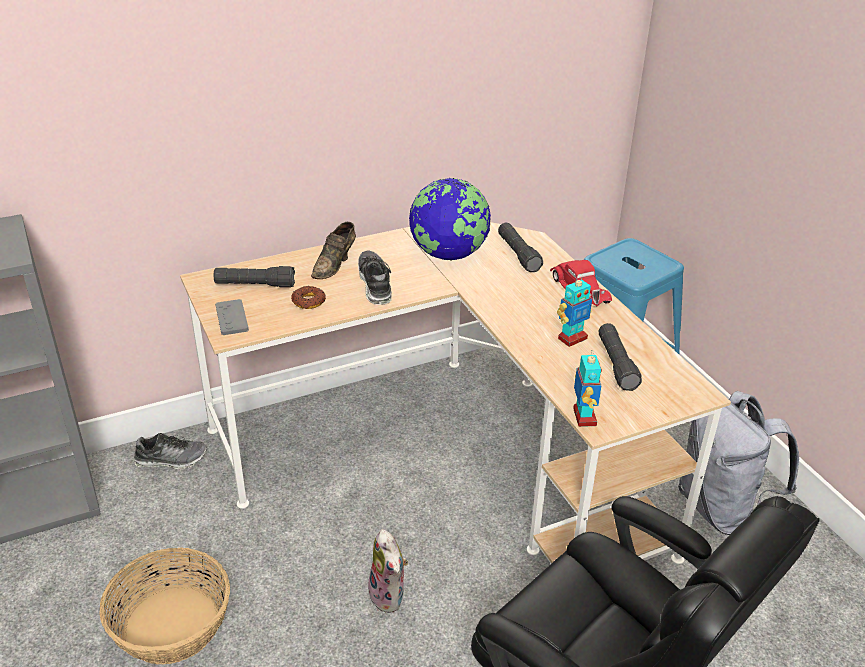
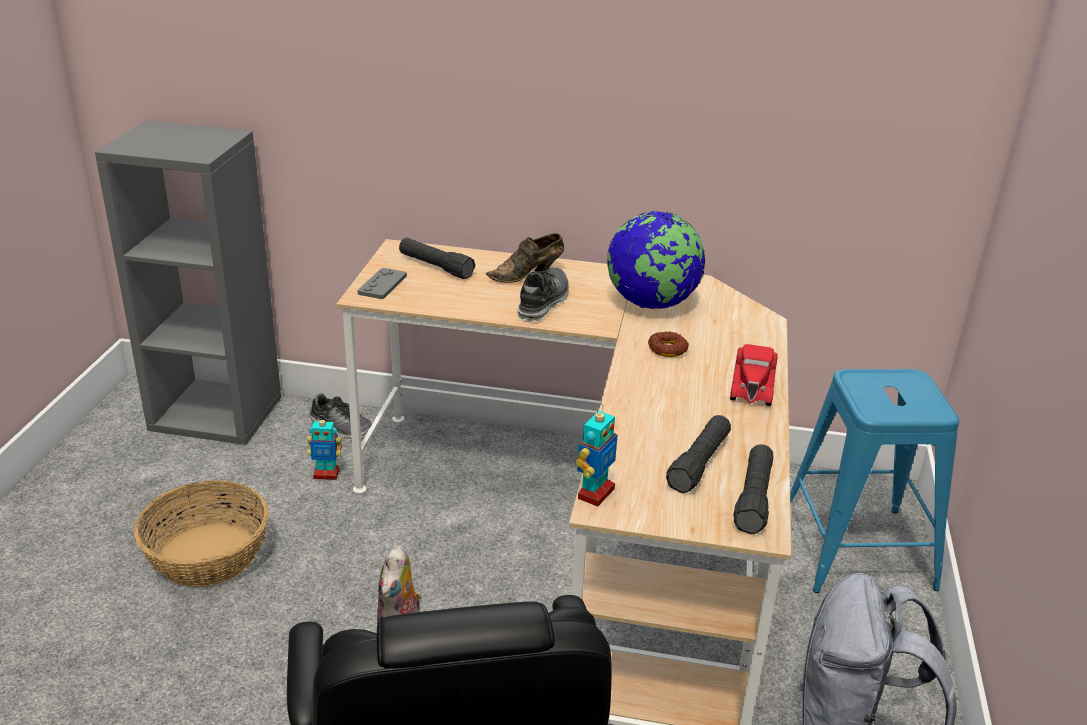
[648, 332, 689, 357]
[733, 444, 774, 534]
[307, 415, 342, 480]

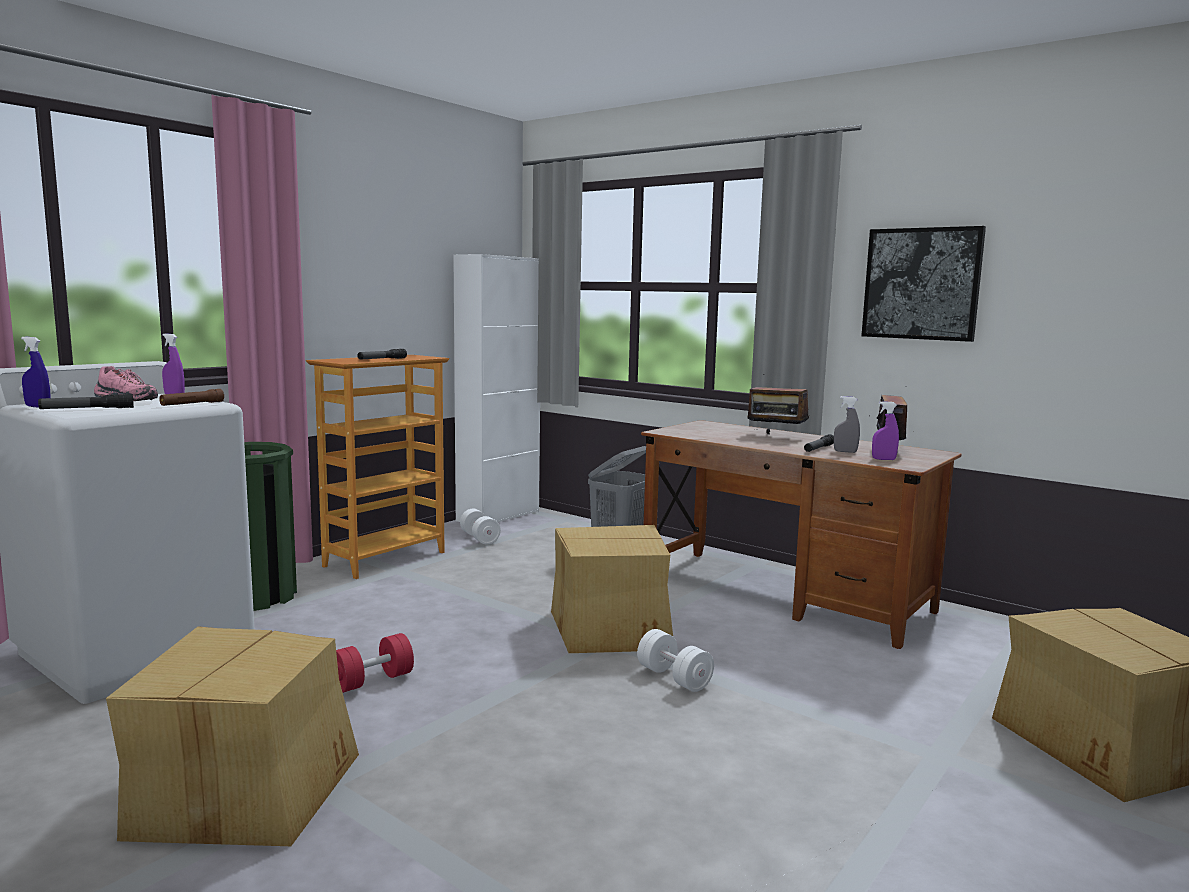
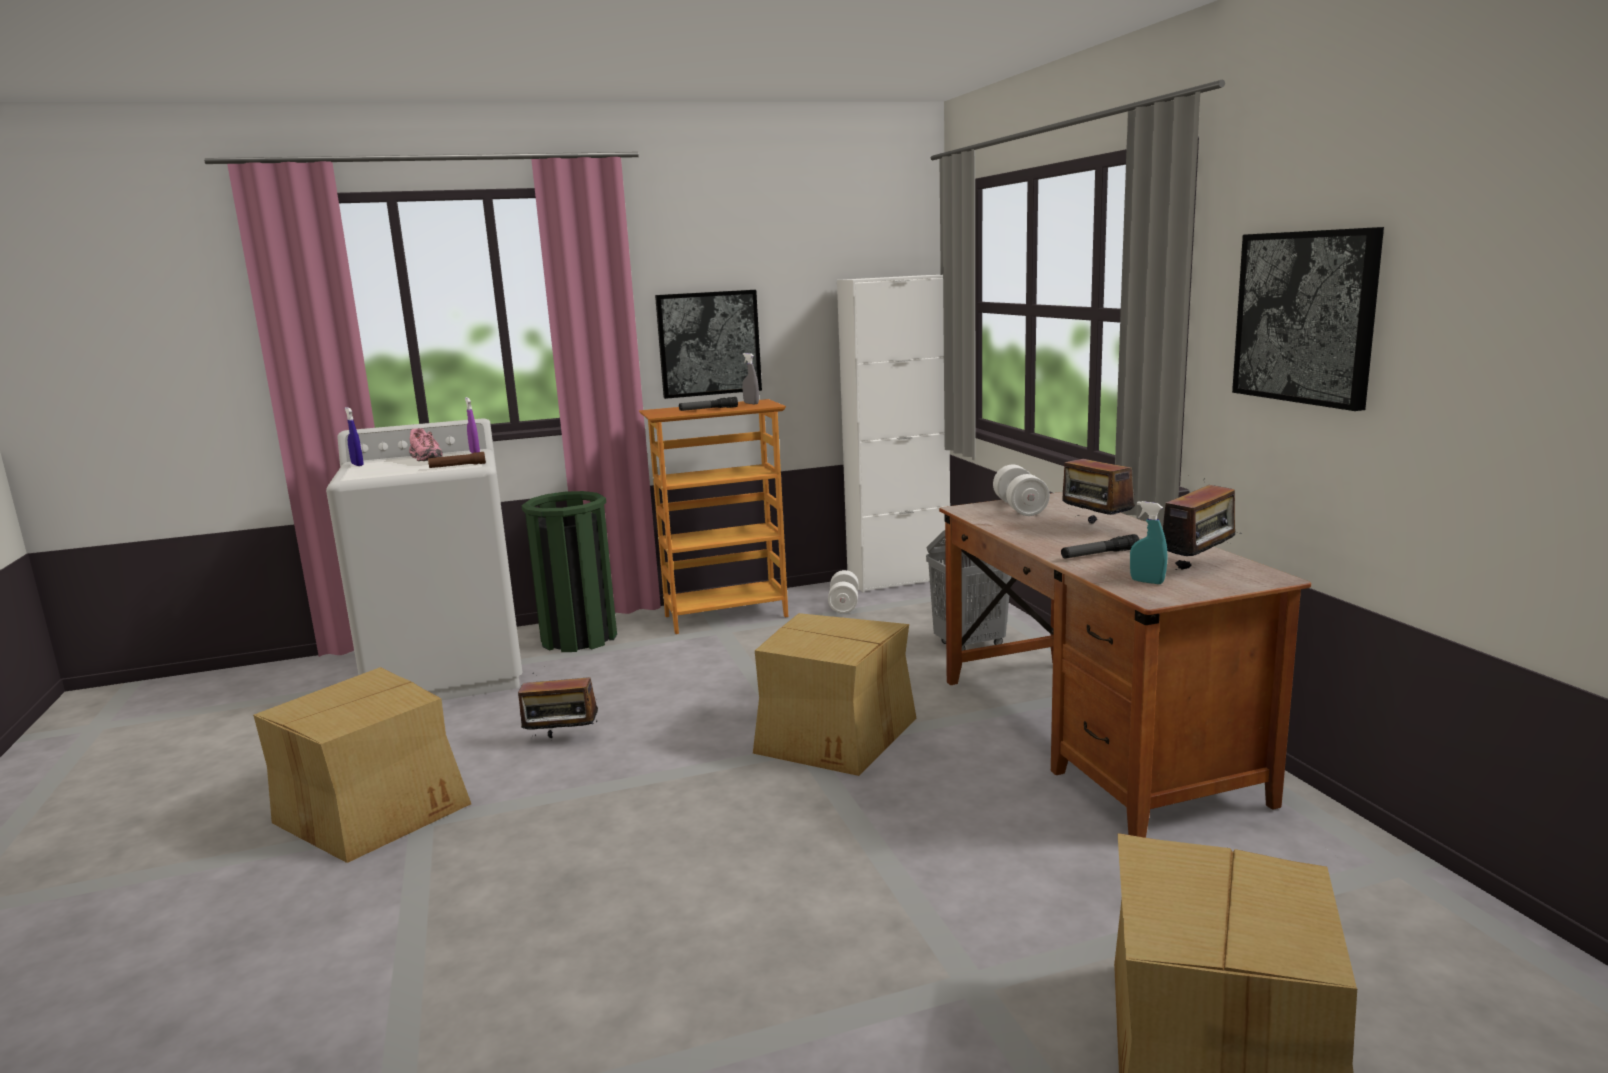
[38, 394, 134, 409] (first image)
[518, 673, 598, 738]
[993, 464, 1050, 516]
[742, 353, 759, 404]
[1130, 501, 1167, 584]
[655, 290, 762, 399]

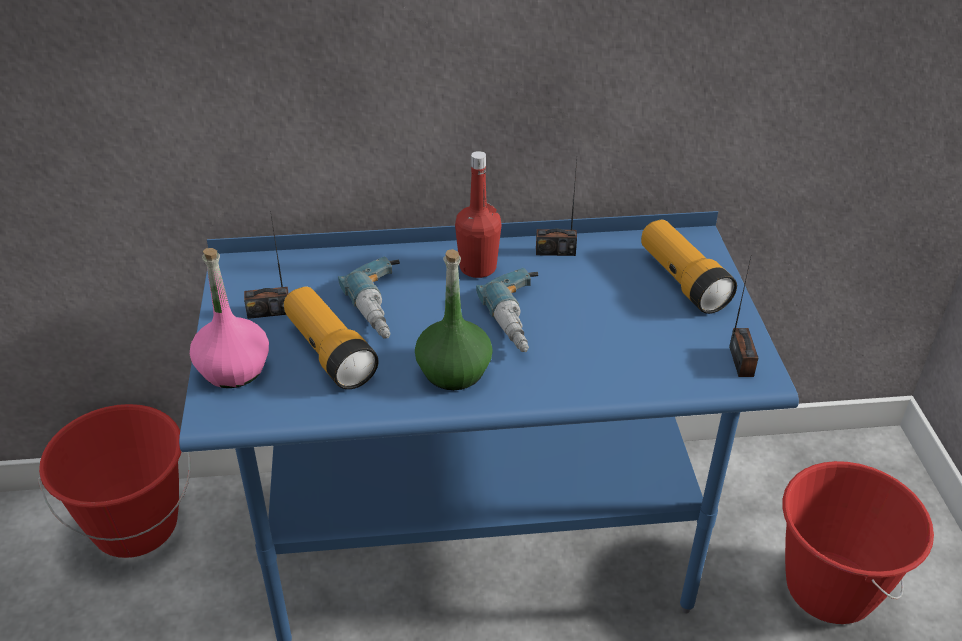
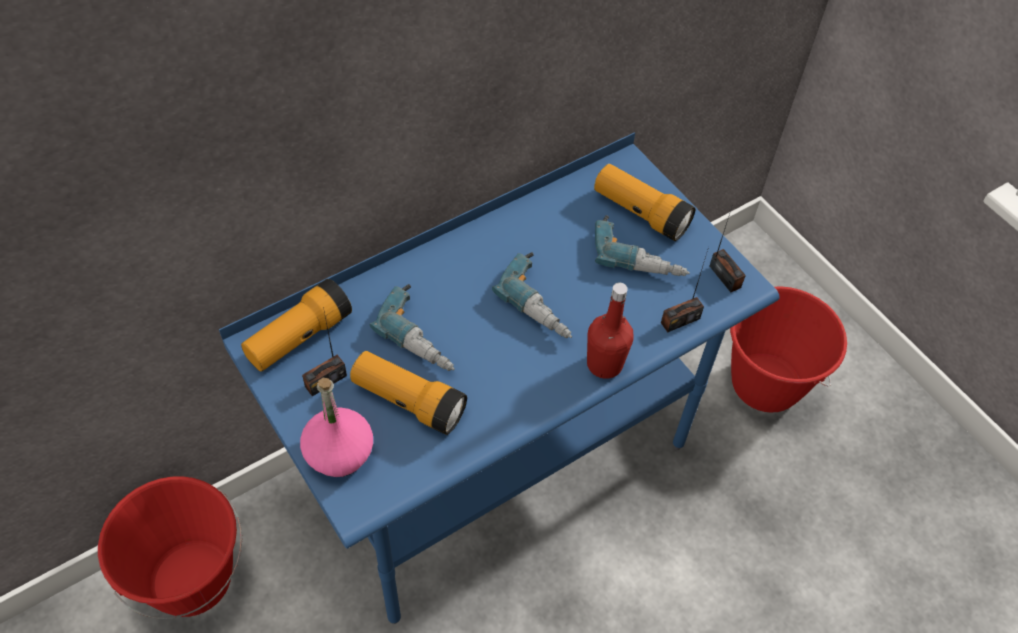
[415, 249, 493, 390] (first image)
[587, 283, 634, 379]
[661, 247, 709, 332]
[241, 279, 352, 371]
[595, 215, 690, 276]

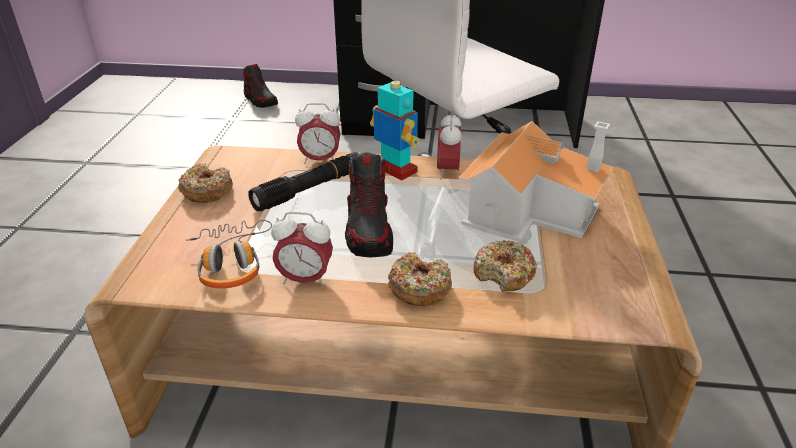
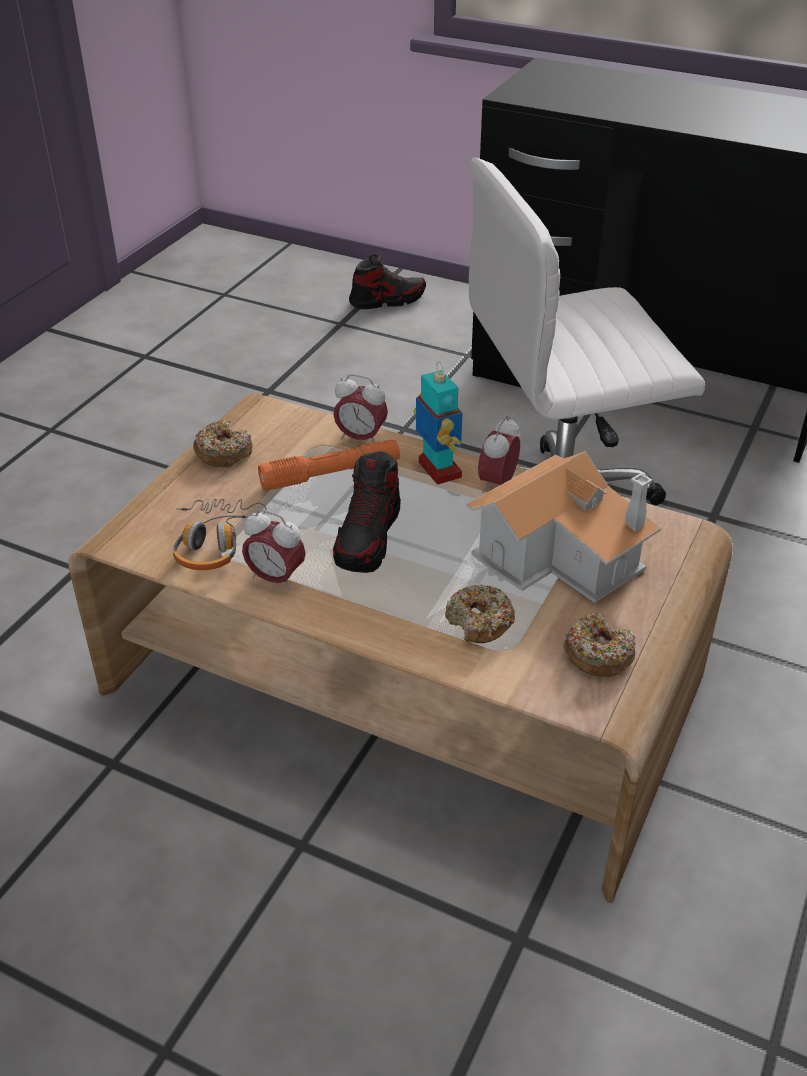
[349, 254, 426, 309]
[258, 439, 400, 490]
[563, 613, 636, 677]

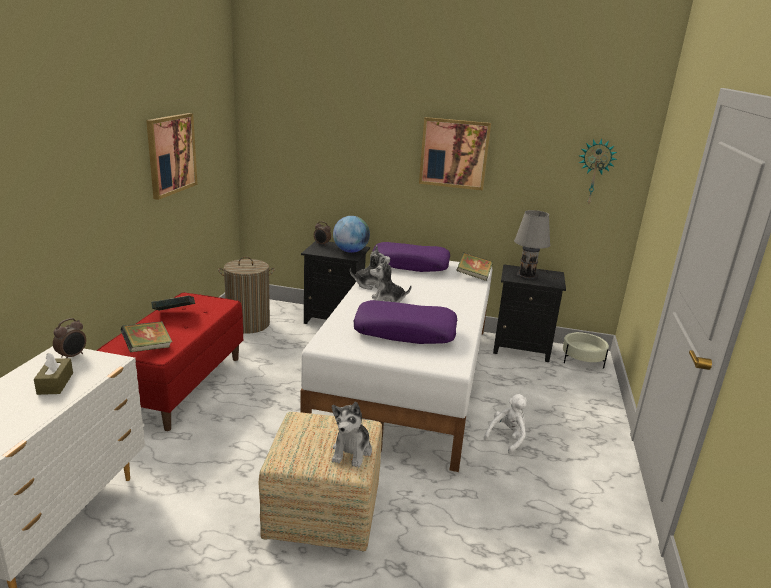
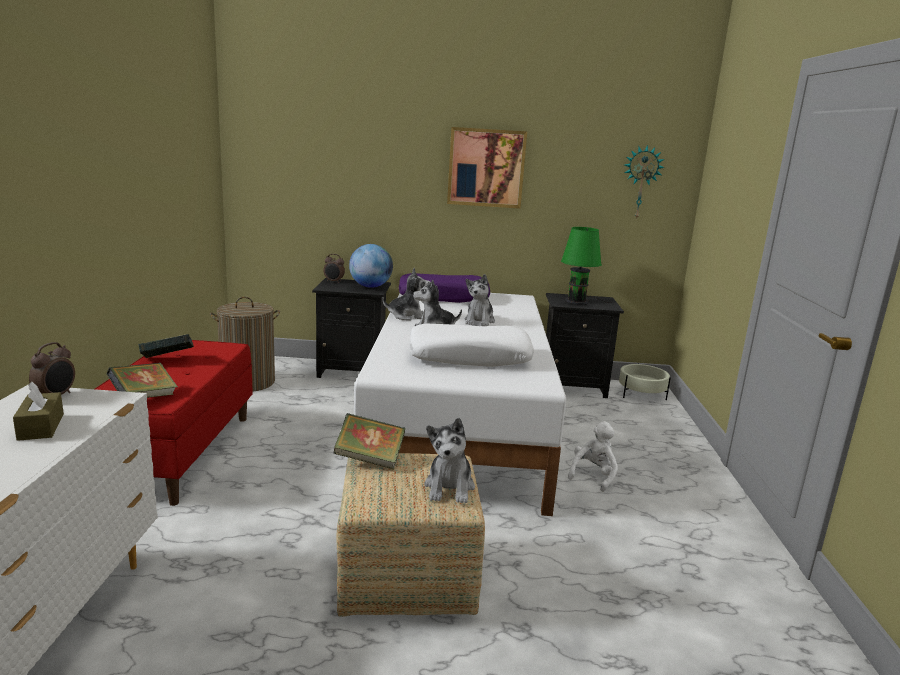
[146, 113, 198, 200] (first image)
[410, 323, 534, 367]
[334, 413, 405, 470]
[561, 227, 612, 304]
[464, 274, 495, 326]

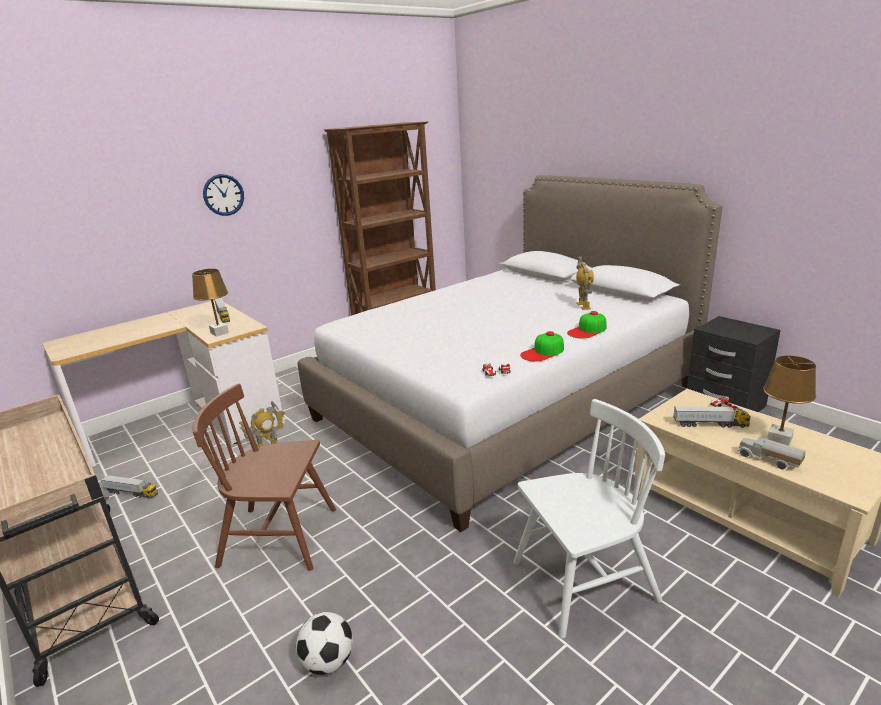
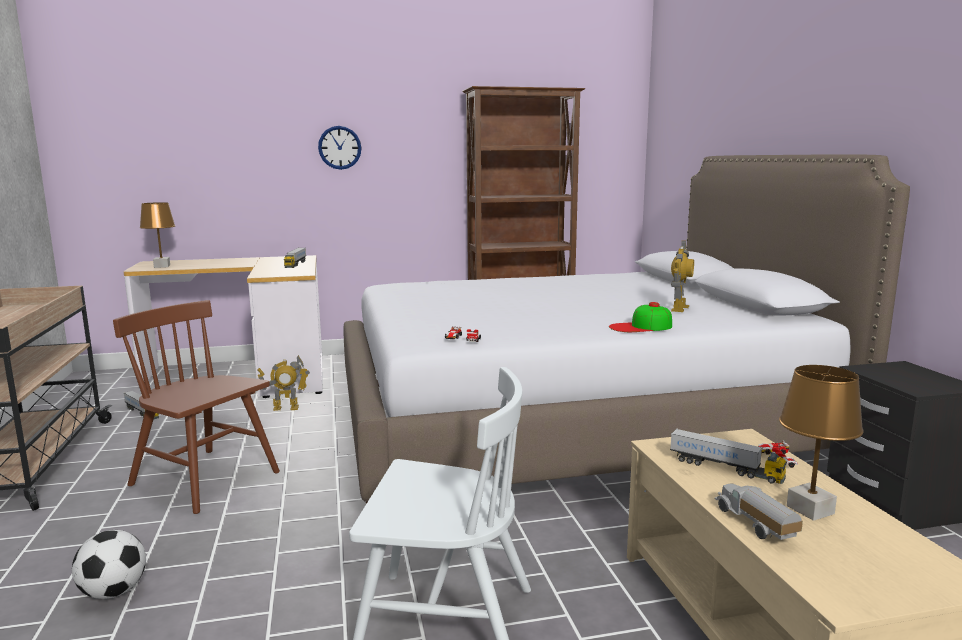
[140, 202, 175, 268]
[520, 331, 564, 362] (first image)

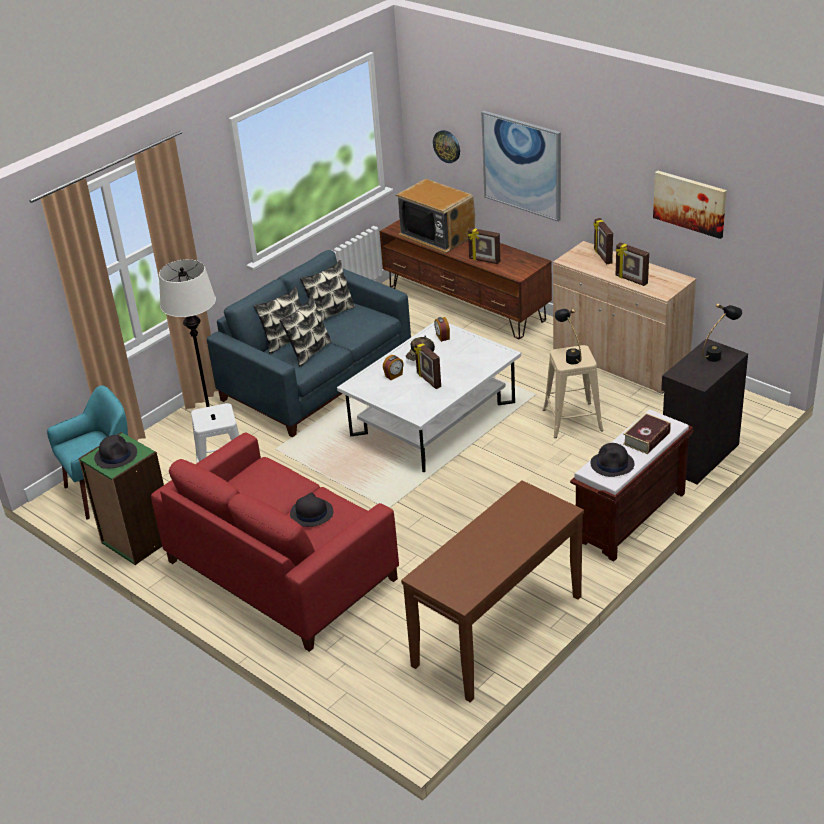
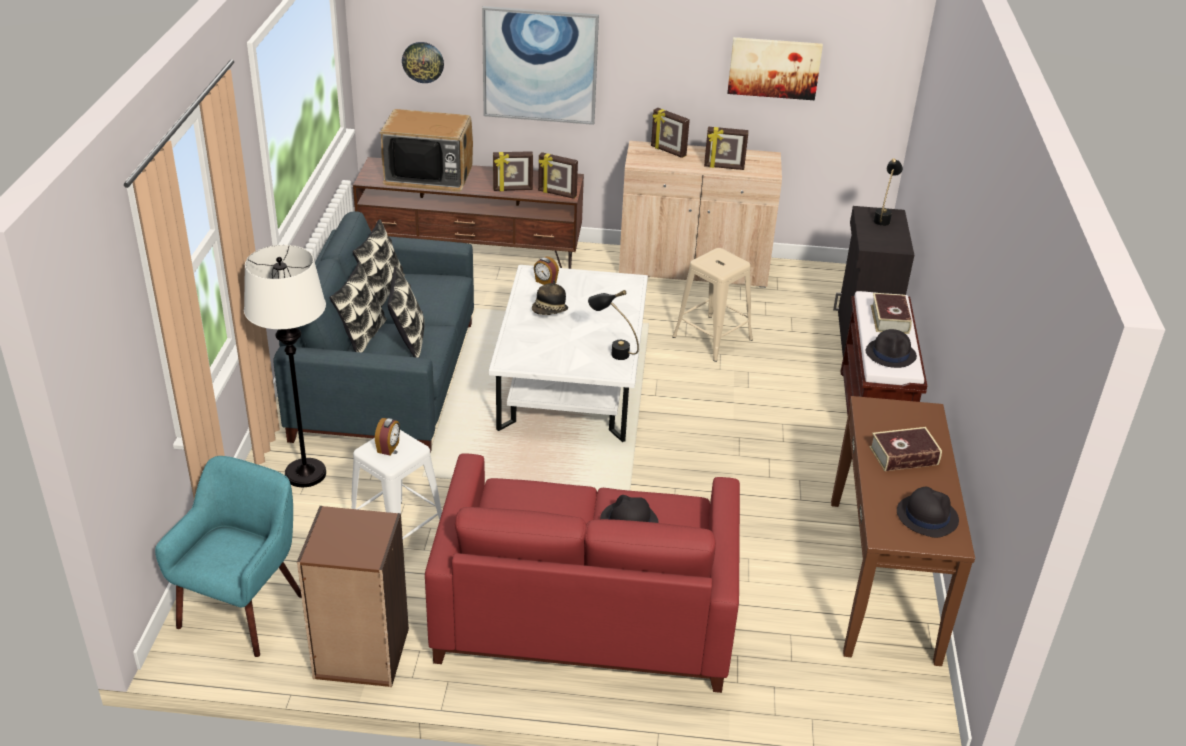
[297, 506, 409, 687]
[897, 487, 959, 538]
[375, 418, 400, 456]
[538, 152, 578, 199]
[588, 290, 639, 360]
[869, 427, 942, 471]

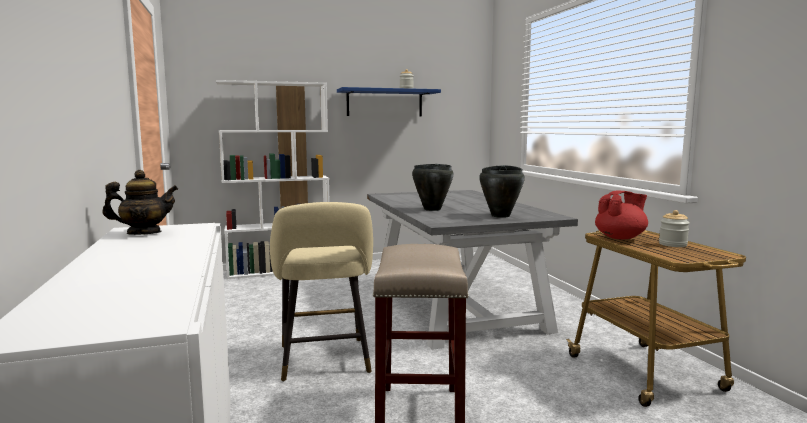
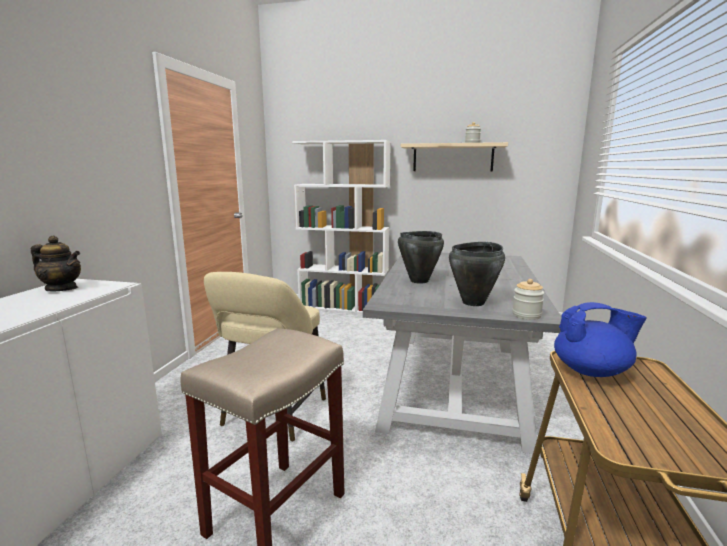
[401, 142, 508, 172]
[554, 302, 646, 377]
[512, 279, 544, 320]

